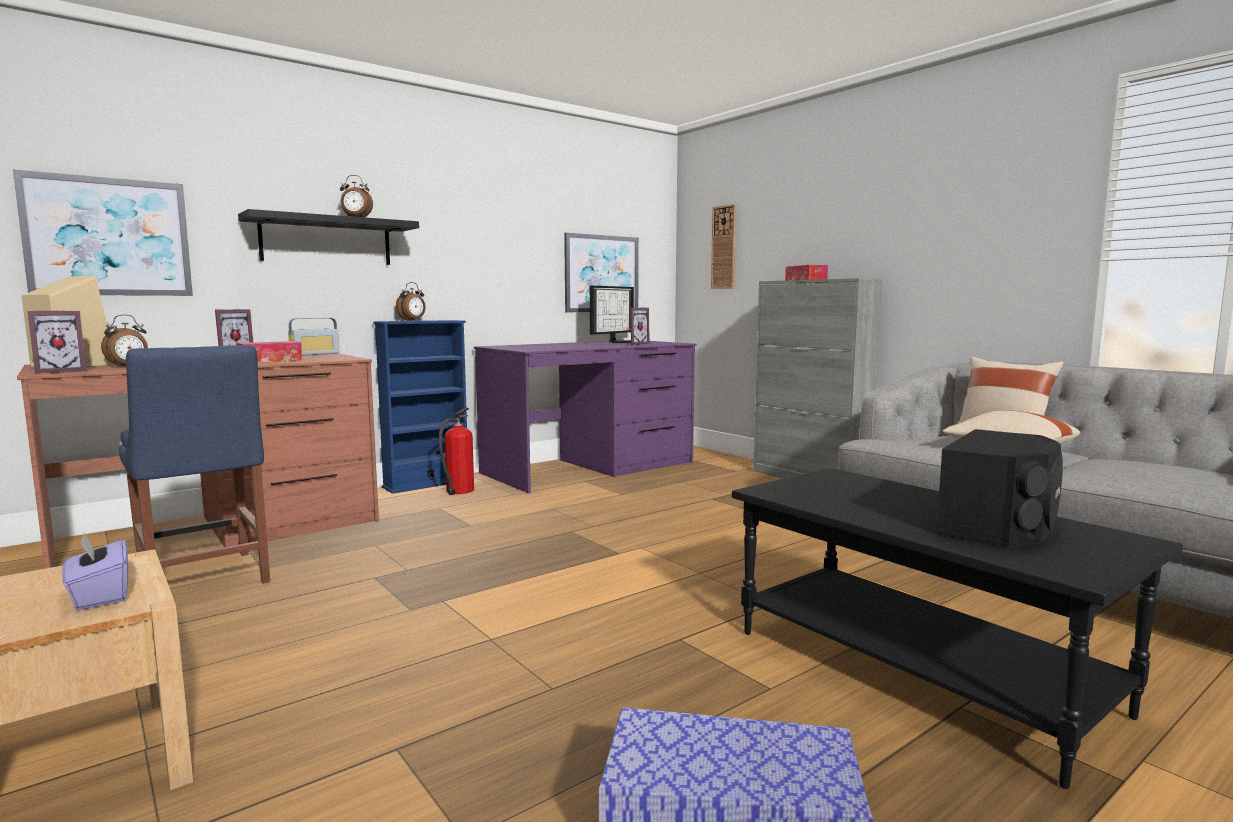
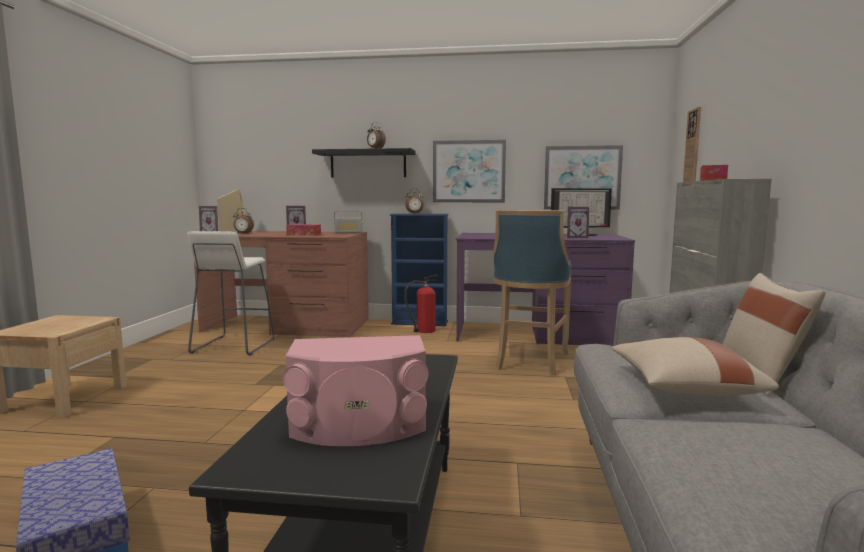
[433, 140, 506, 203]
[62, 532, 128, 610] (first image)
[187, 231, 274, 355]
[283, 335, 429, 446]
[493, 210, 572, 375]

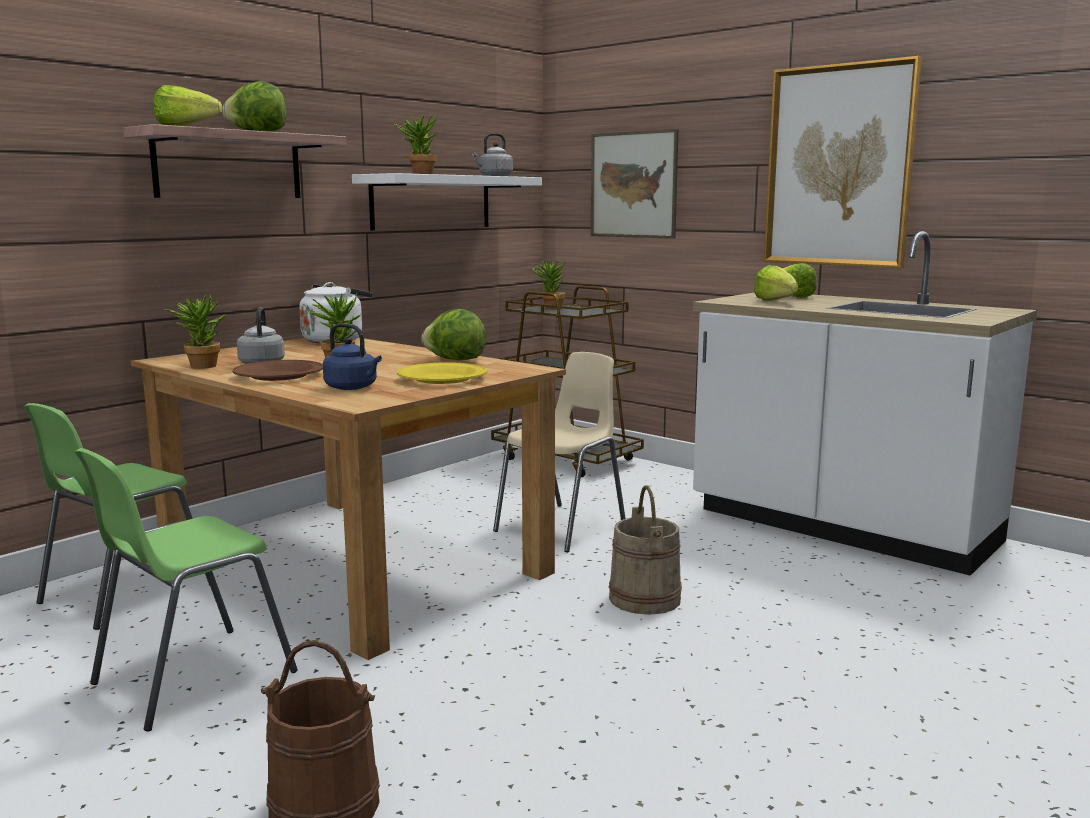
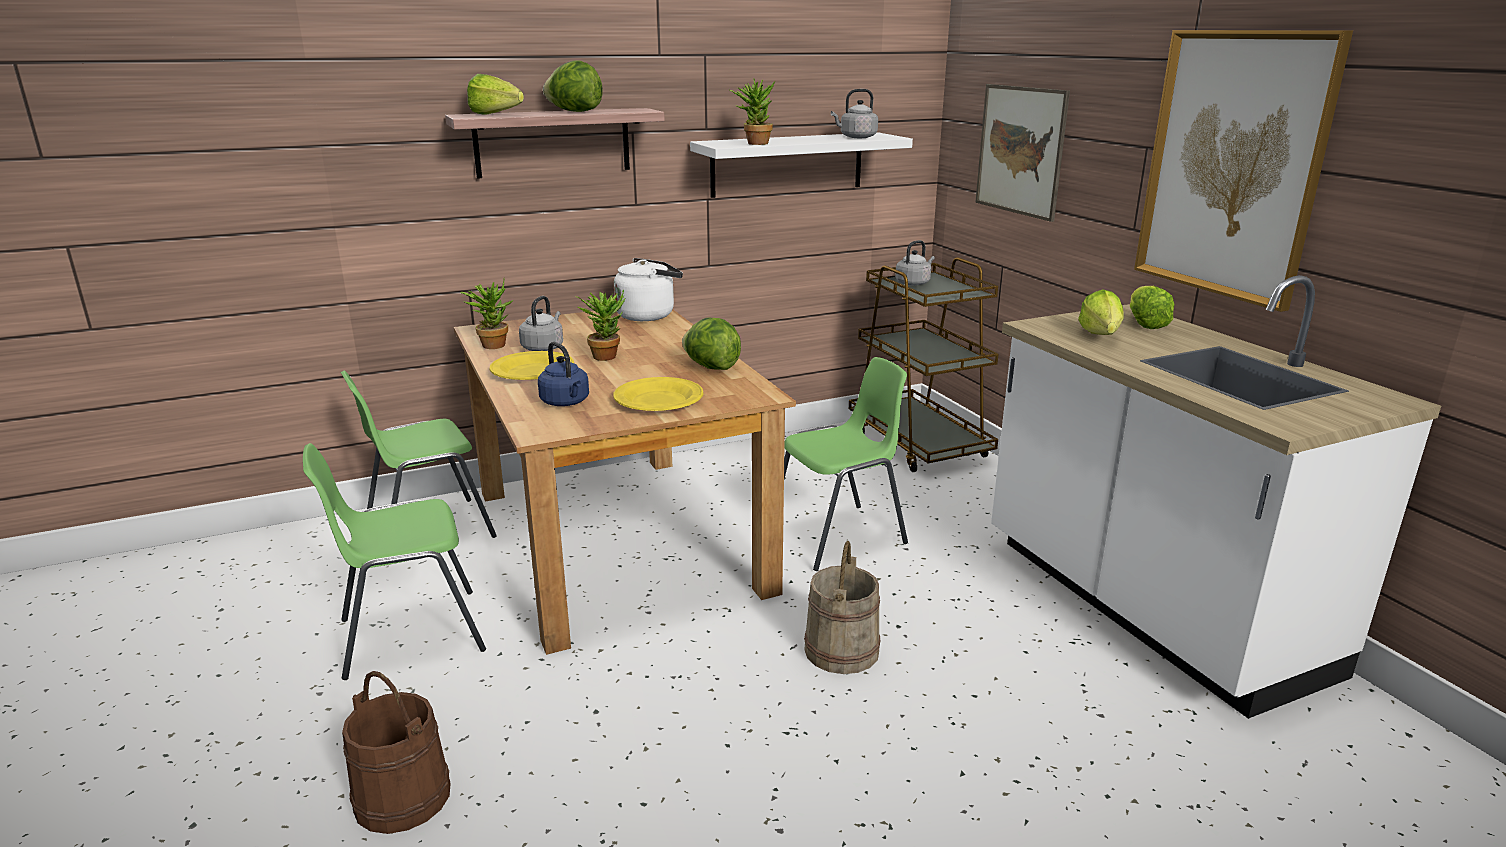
[490, 351, 574, 380]
[784, 357, 908, 571]
[895, 240, 935, 286]

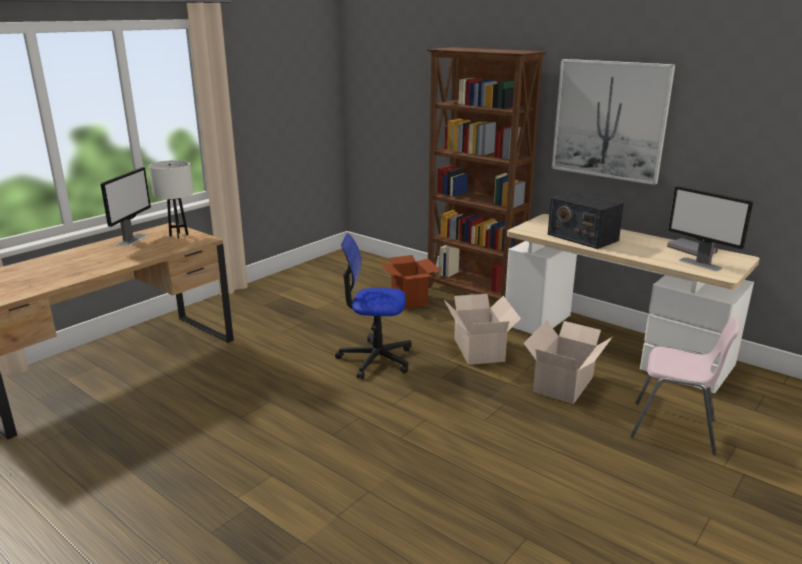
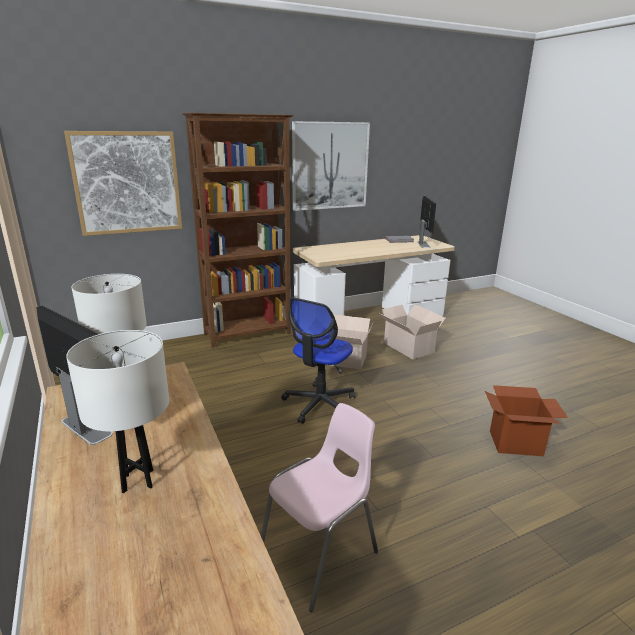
[485, 385, 568, 456]
[548, 192, 624, 249] (first image)
[261, 403, 378, 612]
[417, 196, 436, 248]
[64, 131, 182, 236]
[66, 330, 169, 493]

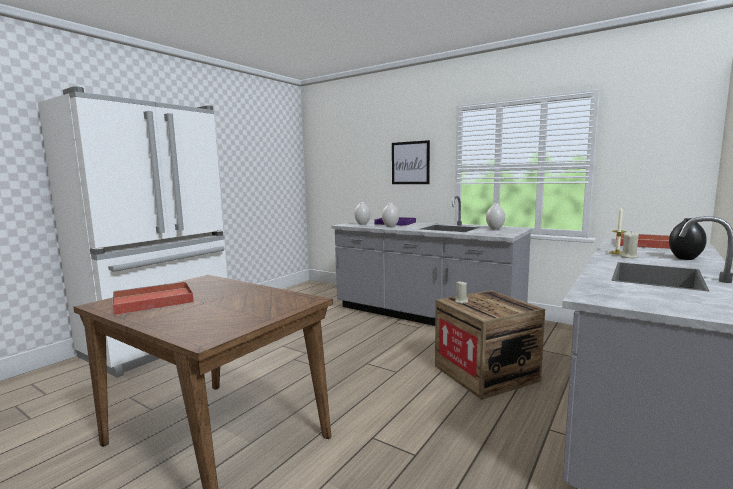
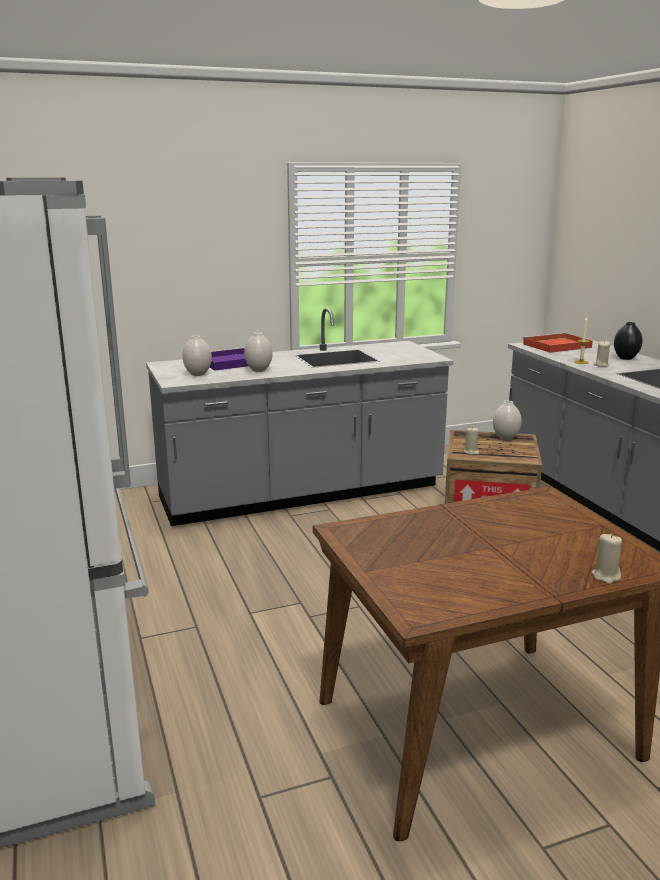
[112, 281, 194, 315] (first image)
[392, 140, 430, 184] (first image)
[493, 401, 522, 440]
[592, 534, 622, 584]

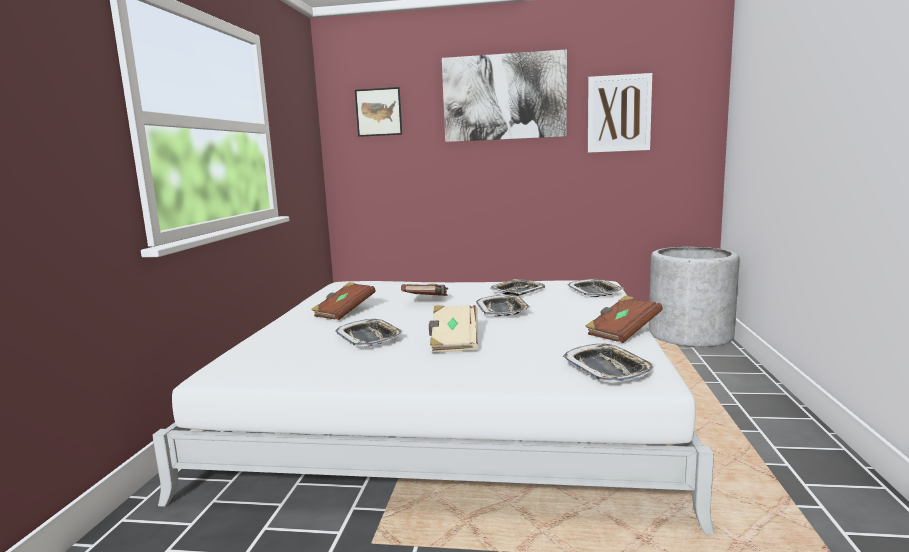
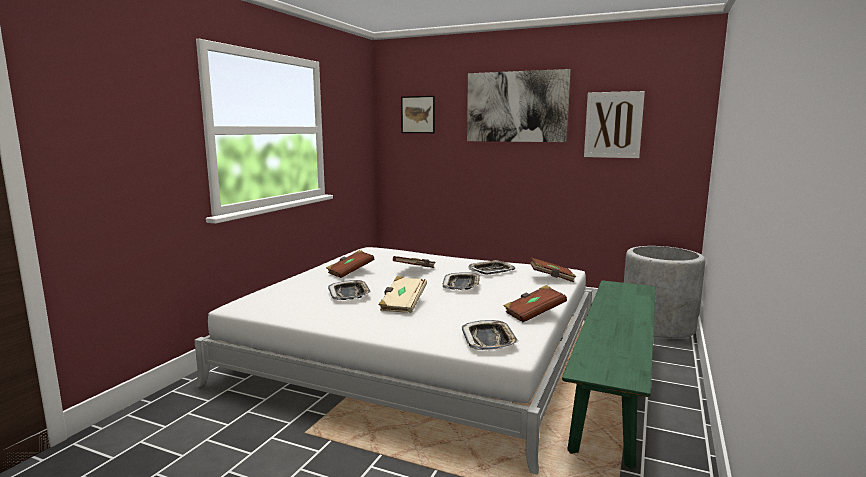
[529, 257, 576, 282]
[562, 280, 656, 469]

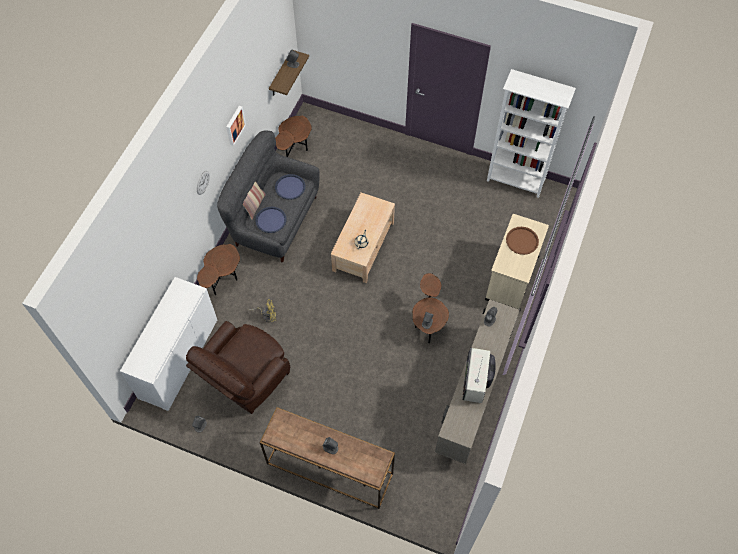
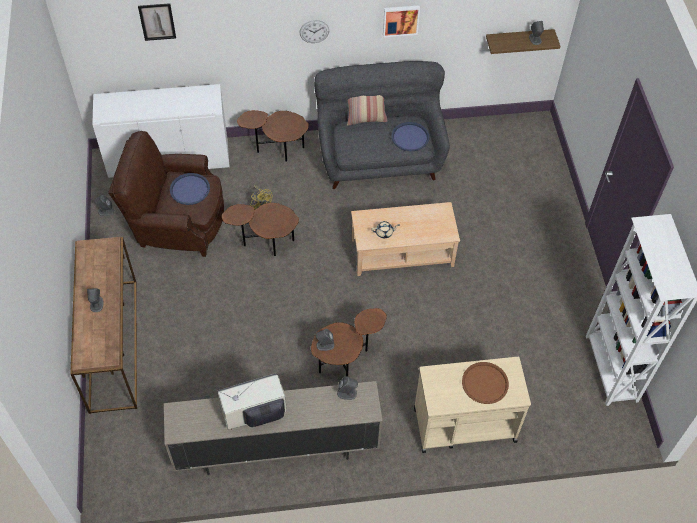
[170, 173, 210, 205]
[222, 203, 299, 256]
[138, 3, 176, 41]

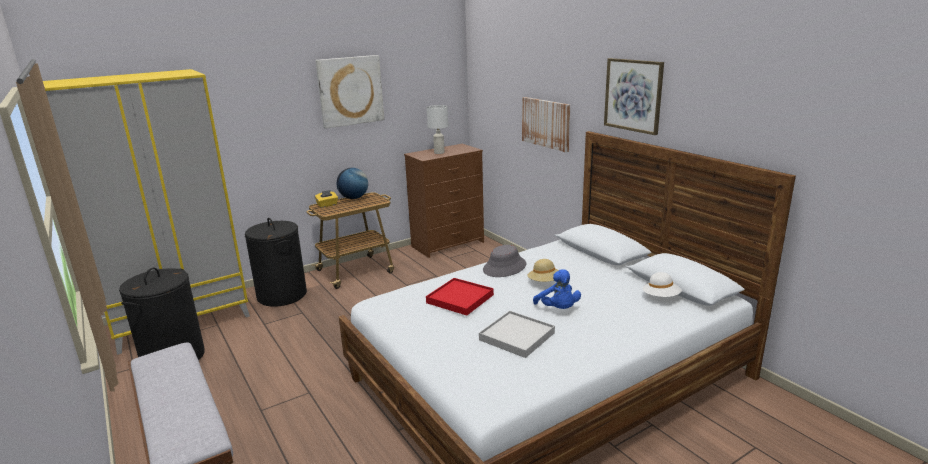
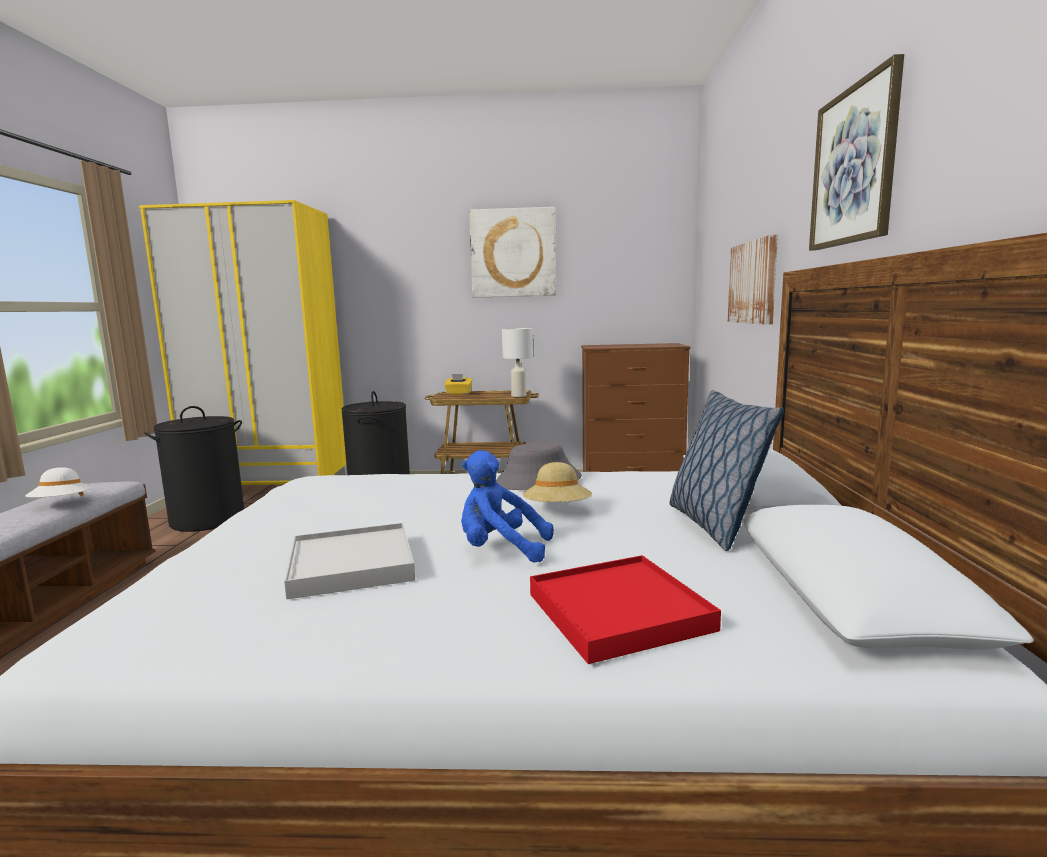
[337, 168, 368, 199] (first image)
[530, 555, 721, 664]
[502, 328, 533, 397]
[461, 450, 554, 563]
[25, 467, 92, 498]
[669, 390, 784, 551]

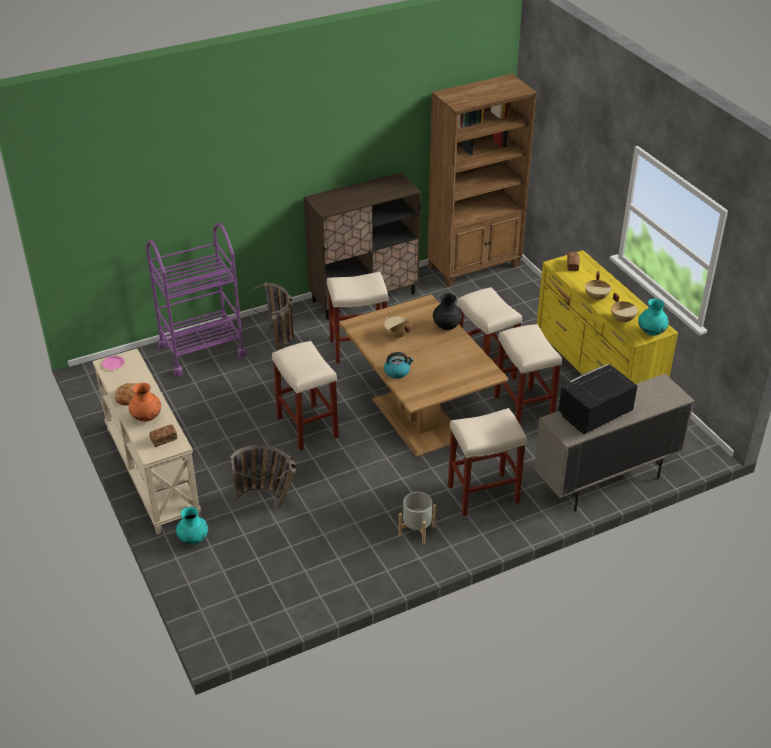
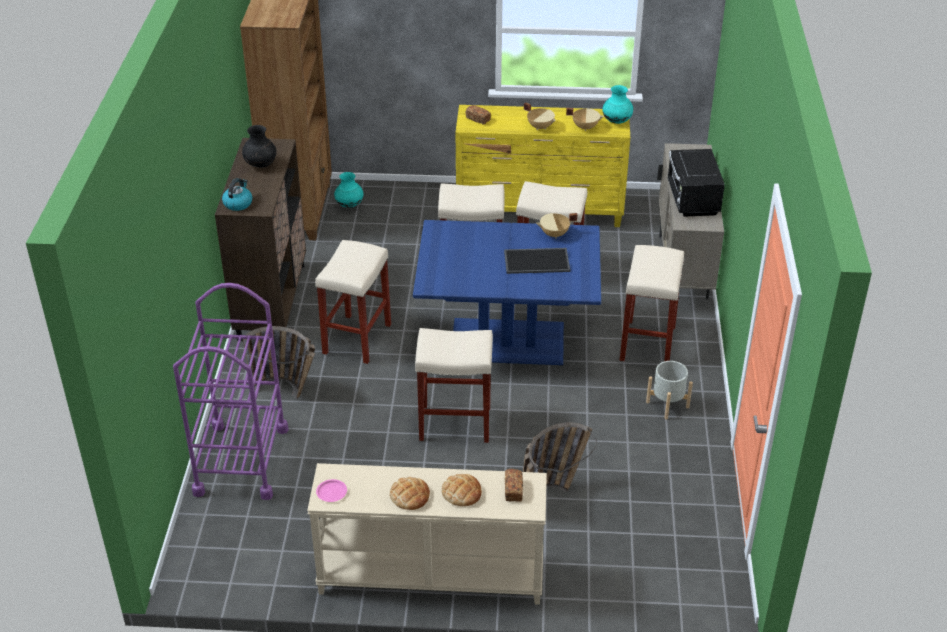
[442, 474, 482, 506]
[334, 172, 364, 208]
[413, 220, 601, 365]
[536, 213, 577, 239]
[222, 178, 252, 211]
[242, 125, 277, 168]
[504, 248, 570, 274]

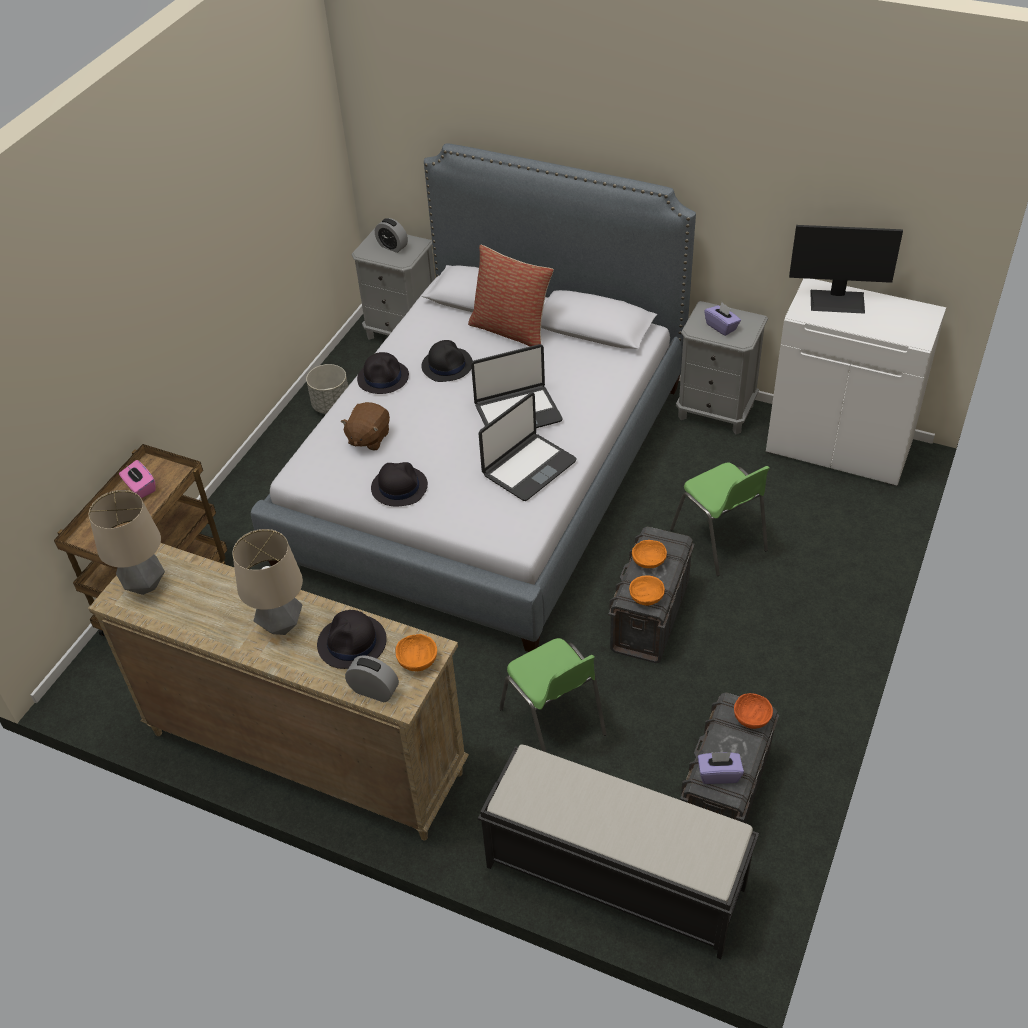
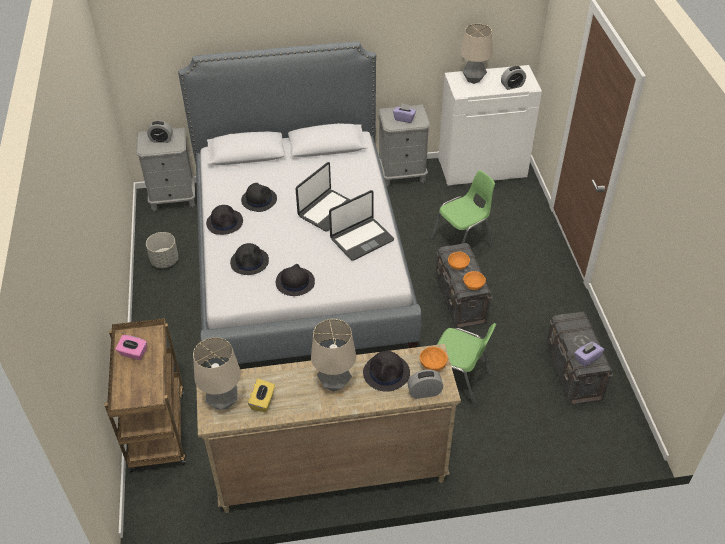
[230, 243, 269, 275]
[468, 245, 554, 346] (first image)
[329, 190, 394, 261]
[478, 745, 759, 959] (first image)
[430, 170, 495, 246]
[734, 693, 773, 729] (first image)
[461, 24, 492, 84]
[248, 379, 275, 412]
[501, 66, 526, 90]

